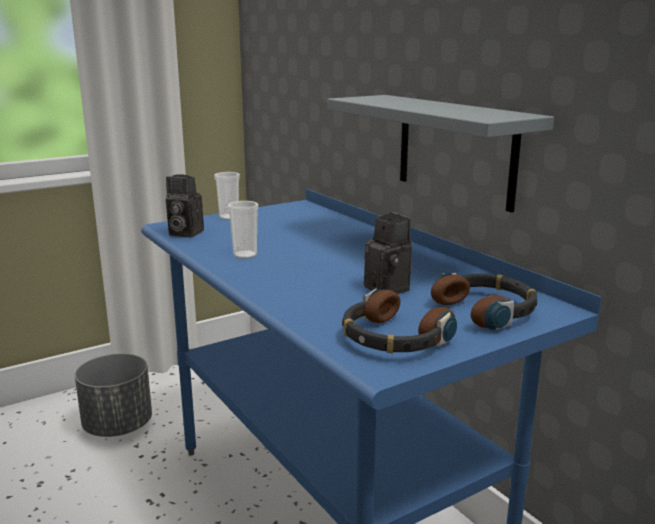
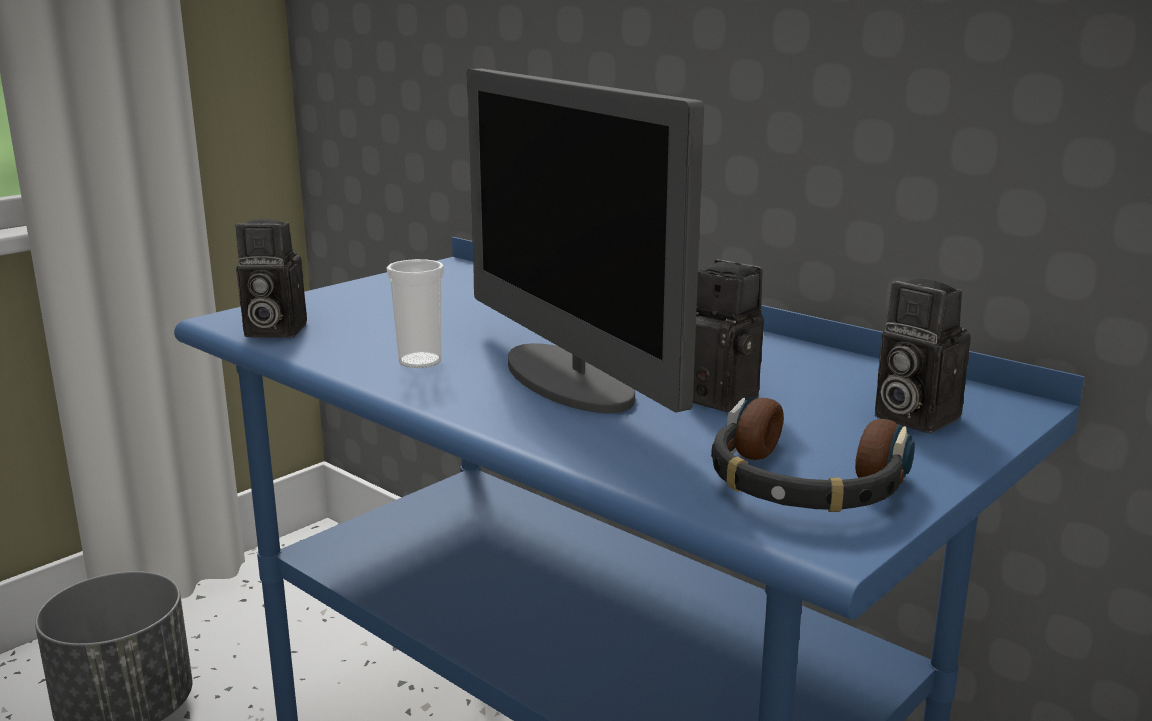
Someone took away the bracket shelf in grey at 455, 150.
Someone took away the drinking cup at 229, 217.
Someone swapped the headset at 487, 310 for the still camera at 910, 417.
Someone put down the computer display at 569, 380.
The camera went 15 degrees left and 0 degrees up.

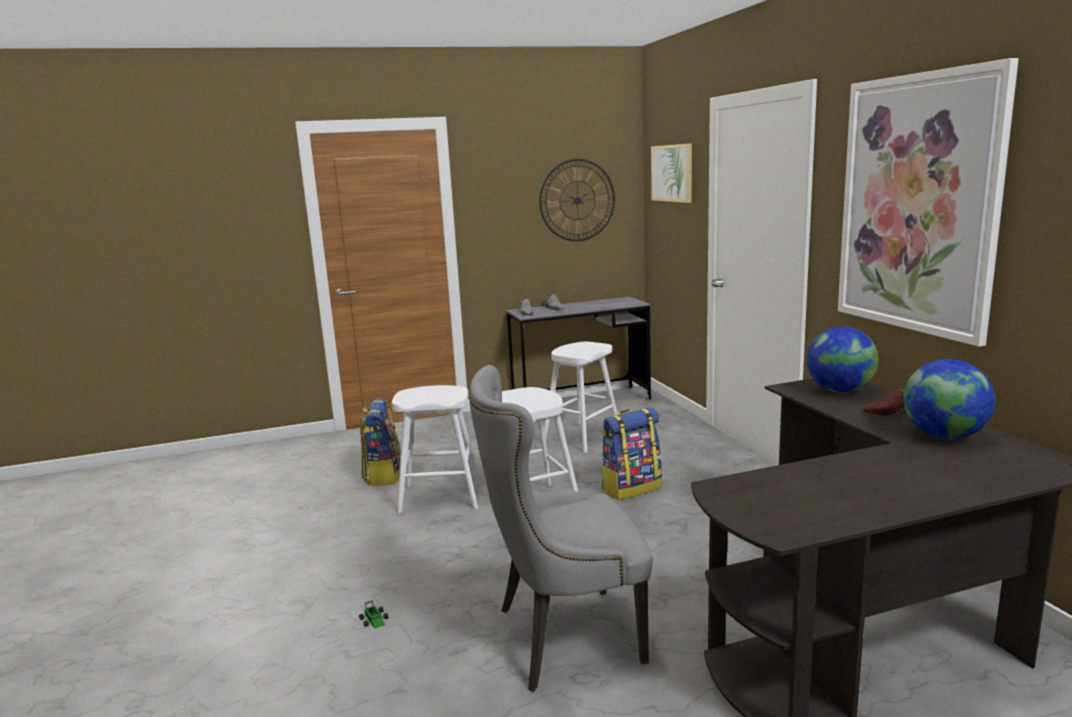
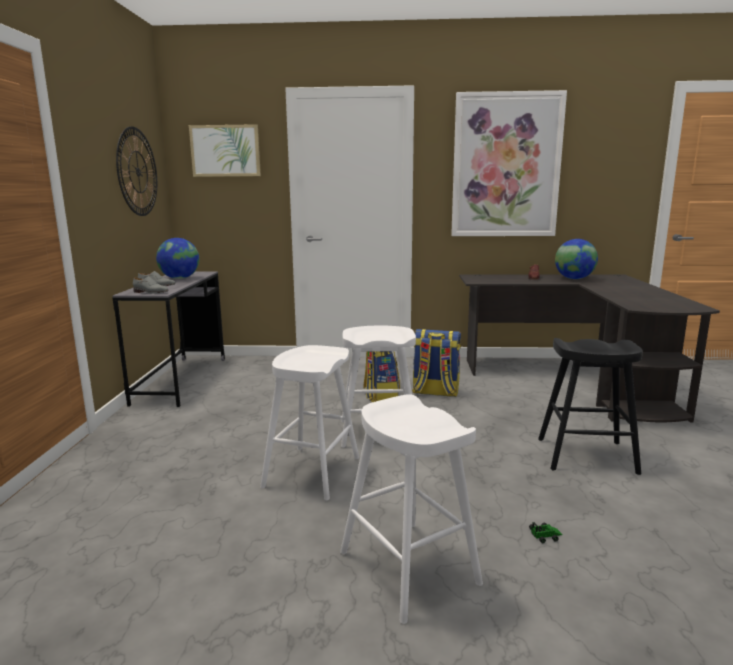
Someone carried the desk globe from 840, 391 to 180, 278.
Someone carried the sitting stool in whitish from 582, 437 to 408, 568.
Someone swapped the chair in grey at 565, 637 for the sitting stool in blackish at 586, 456.
Someone carried the knapsack from 382, 475 to 435, 392.
The camera went 70 degrees left and 0 degrees up.

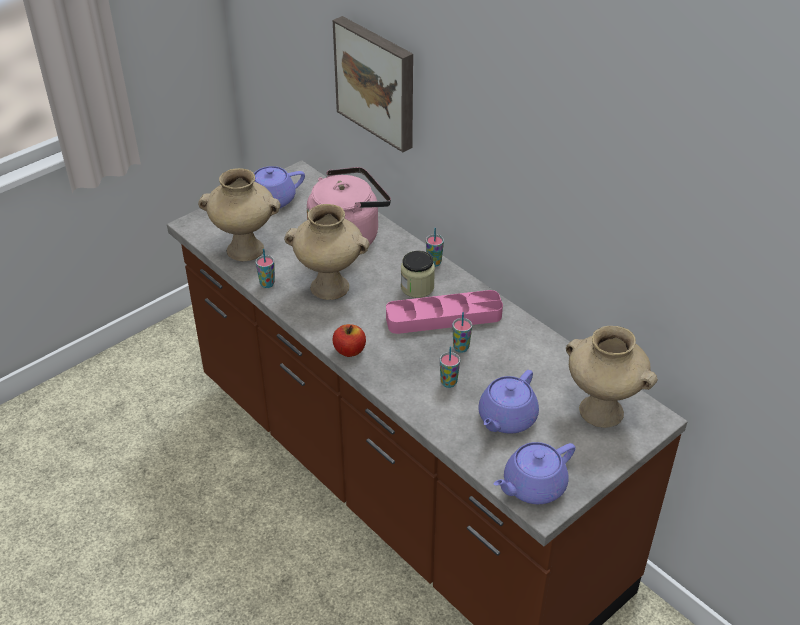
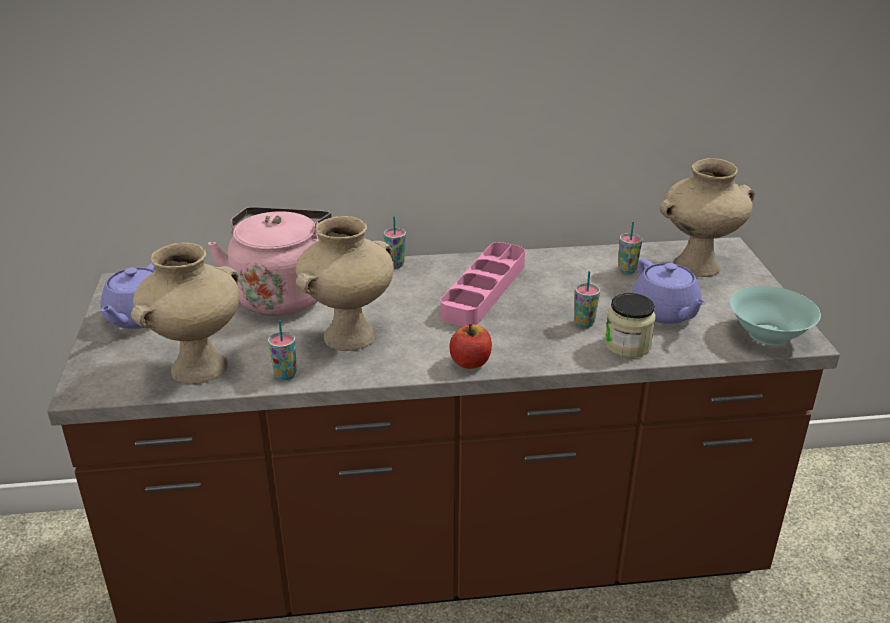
Someone took away the picture at 377, 82.
Someone carried the storage jar from 417, 287 to 627, 345.
Someone carried the drinking cup from 461, 348 to 627, 270.
Someone swapped the teapot in purple-coloured at 532, 486 for the deep dish in blue-green at 769, 334.
The camera went 55 degrees left and 10 degrees down.

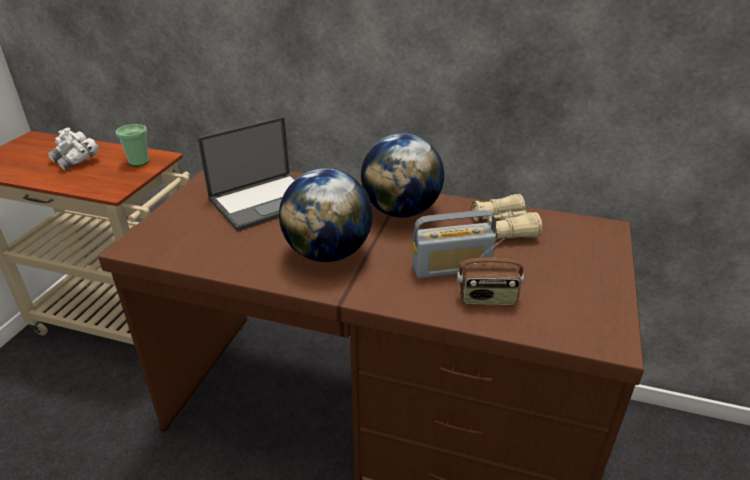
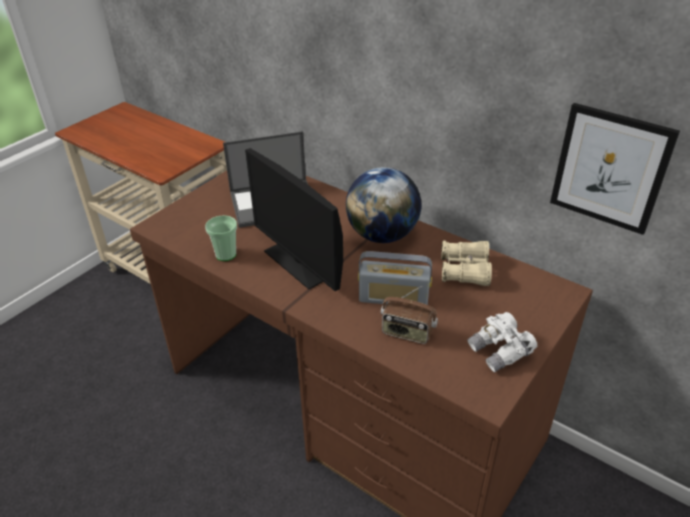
Someone carried the drinking cup from 139, 162 to 226, 254.
Someone carried the binoculars in whitish from 77, 160 to 500, 352.
Someone swapped the desk globe at 328, 253 for the computer display at 299, 262.
Someone put up the picture at 610, 168.
The camera went 20 degrees right and 5 degrees up.

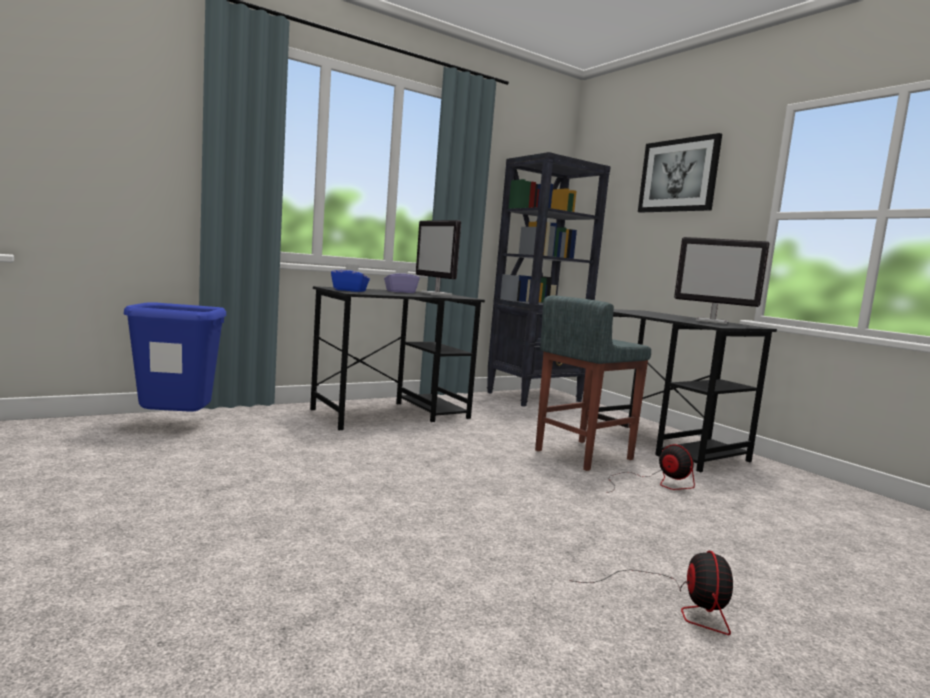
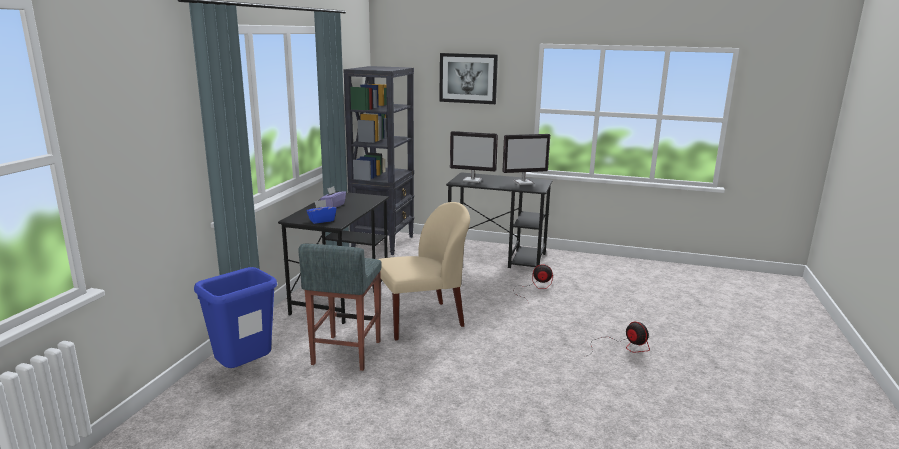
Someone carried the computer display from 436, 294 to 472, 180.
Someone carried the sitting stool in grey from 582, 455 to 346, 353.
Someone put down the chair in beige-coloured at 422, 320.
The camera went 40 degrees left and 10 degrees up.

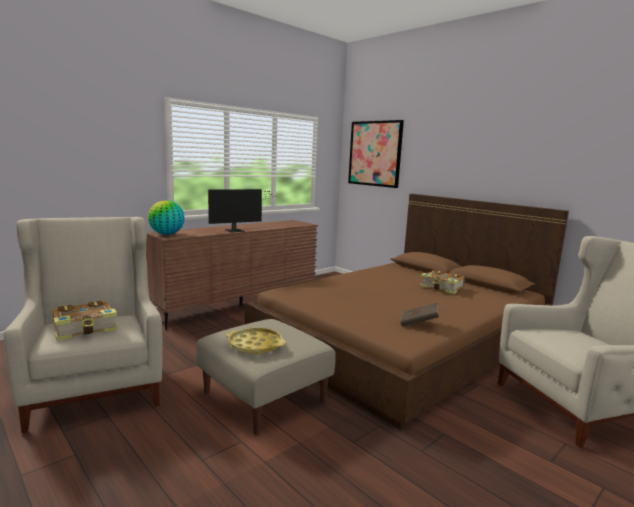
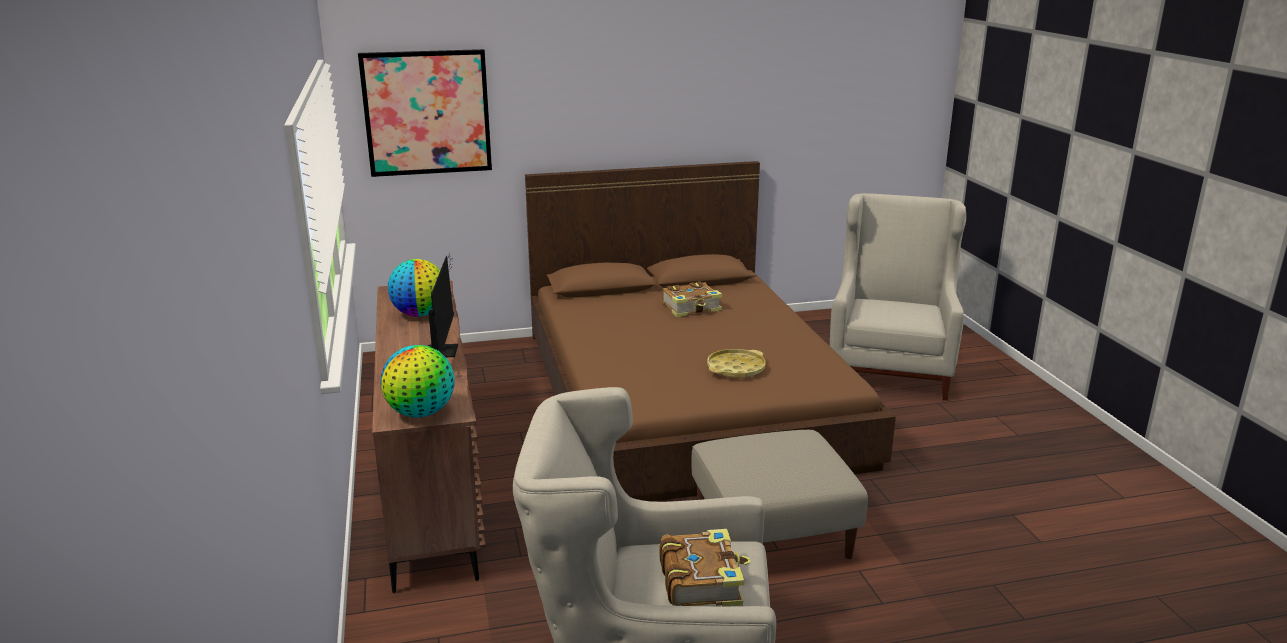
Someone took away the volume in brownish at 419, 324.
Someone carried the tray in yellow-coloured from 255, 345 to 735, 369.
Someone put down the desk globe at 420, 314.
The camera went 60 degrees left and 10 degrees up.

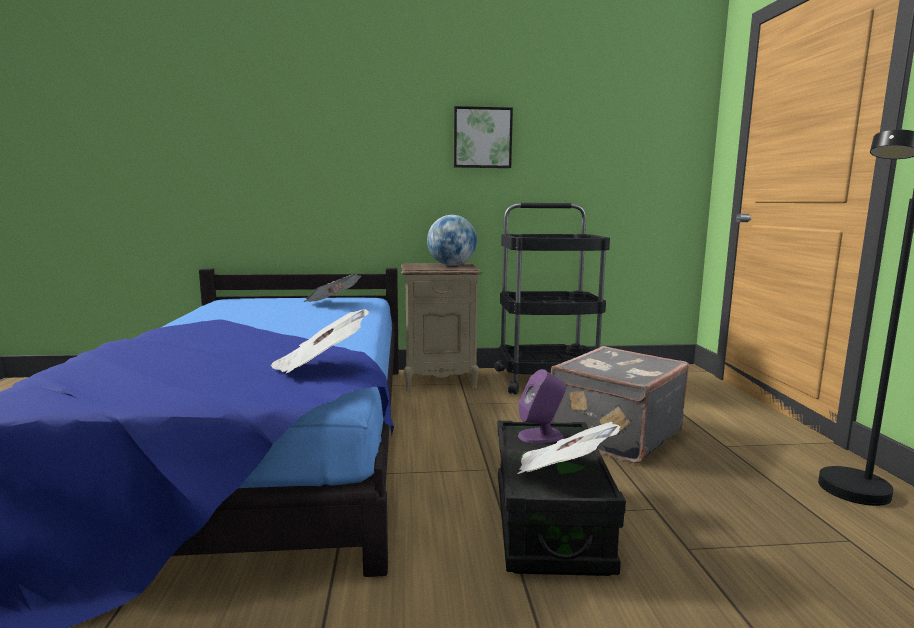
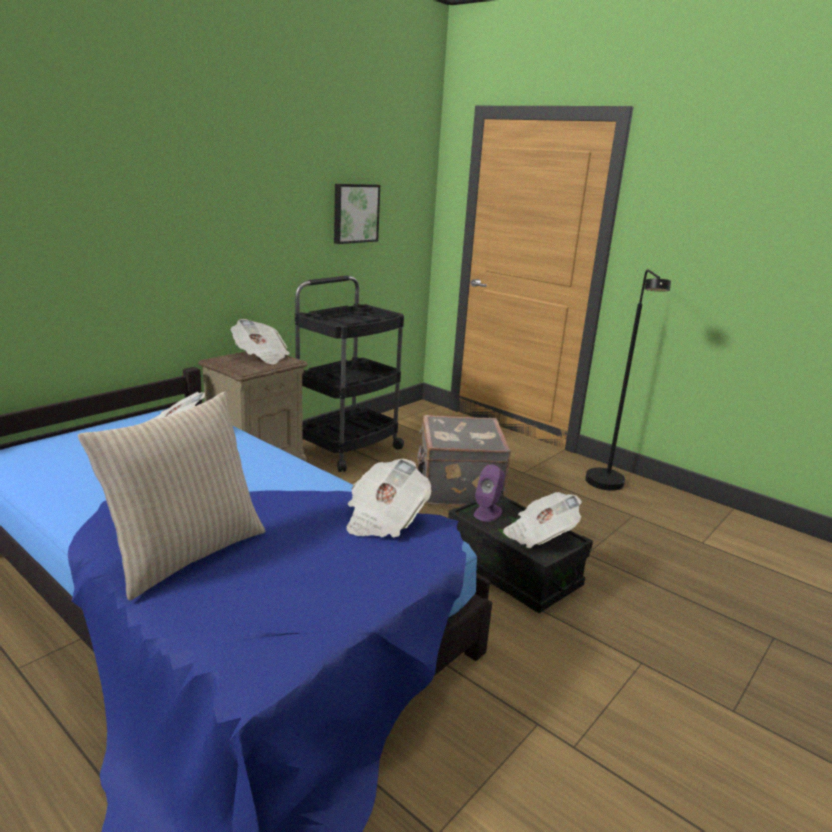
Someone carried the picture from 482, 138 to 355, 213.
Someone swapped the desk globe at 451, 265 for the printed paper at 261, 356.
Someone put down the pillow in beige-coloured at 186, 553.
The camera went 45 degrees left and 10 degrees up.

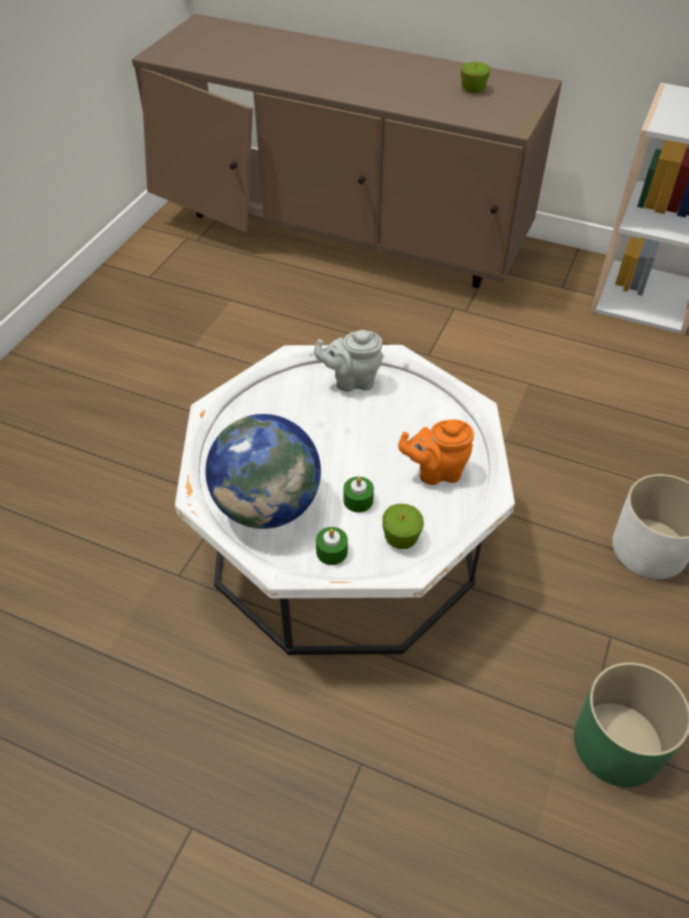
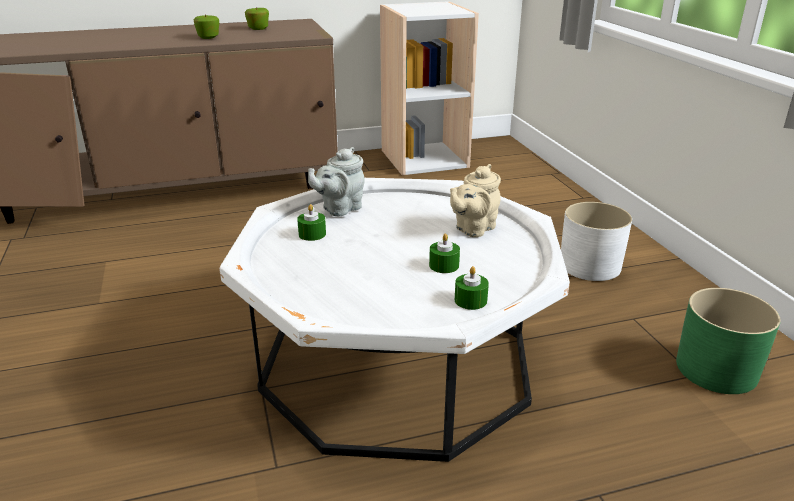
Someone took away the desk globe at 267, 506.
Someone repainted the teapot in orange at 436, 471, which became the teapot in beige-coloured at 473, 229.
Someone carried the whole apple from 401, 537 to 208, 37.
Someone put down the candle in green-coloured at 312, 234.
The camera went 40 degrees left and 20 degrees down.

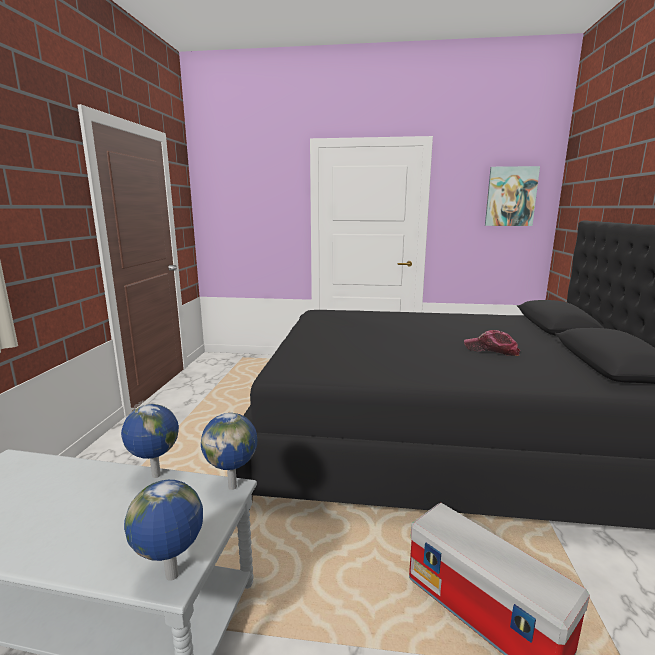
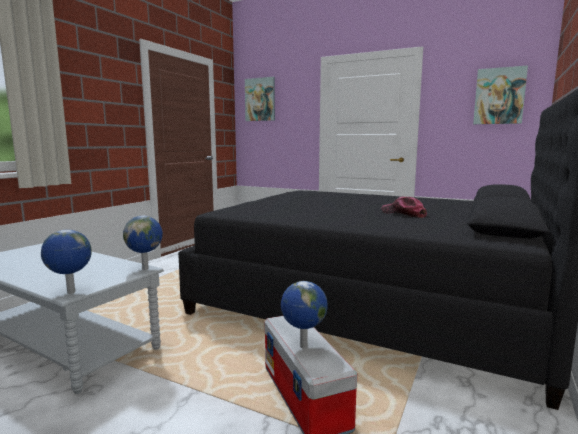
Someone carried the desk globe from 155, 475 to 302, 346.
Someone put up the picture at 260, 99.
The camera went 20 degrees right and 5 degrees down.

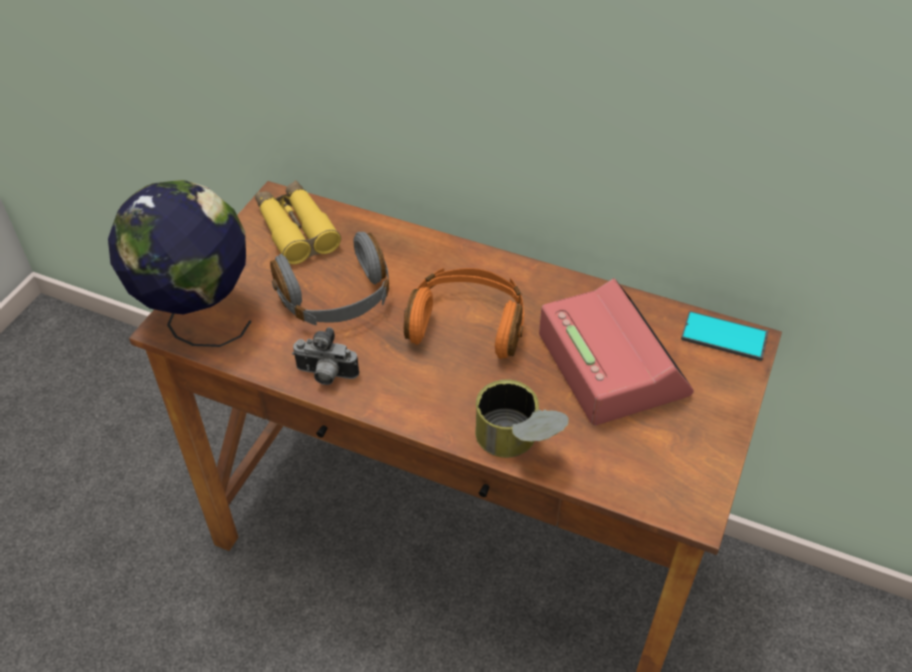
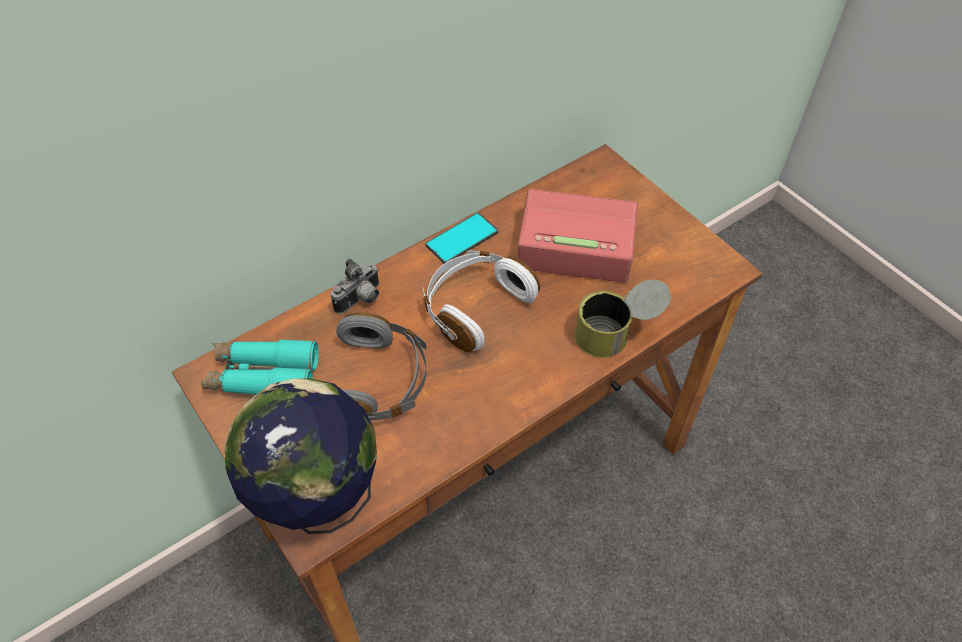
Someone repainted the binoculars in yellow-coloured at 296, 229, which became the binoculars in blue-green at 263, 376.
Someone repainted the headset in orange at 467, 324, which became the headset in whitish at 475, 307.
Someone carried the phone from 724, 336 to 462, 239.
Someone carried the still camera from 325, 376 to 361, 300.
The camera went 60 degrees left and 5 degrees up.

